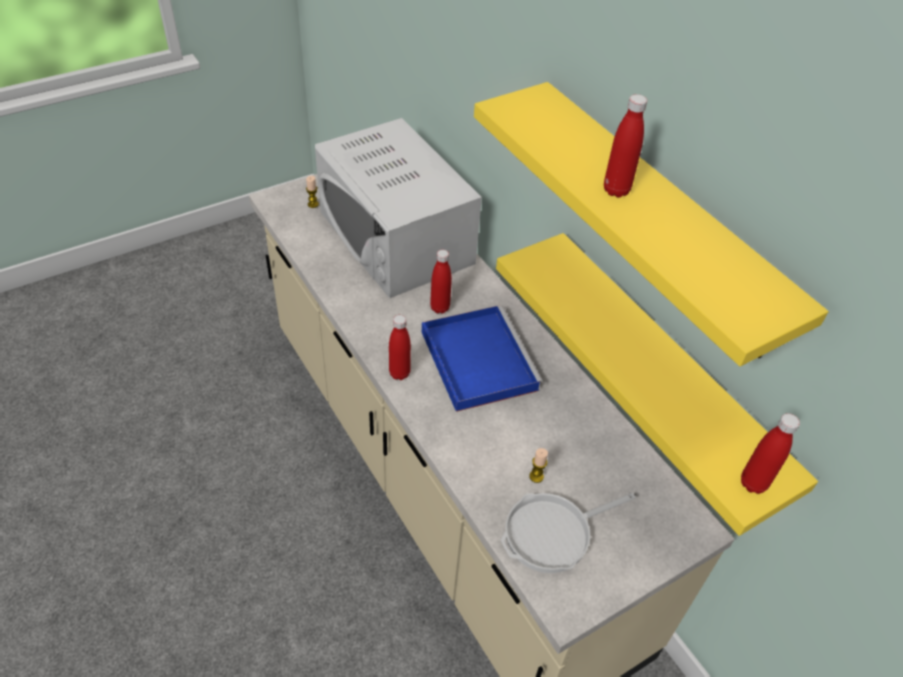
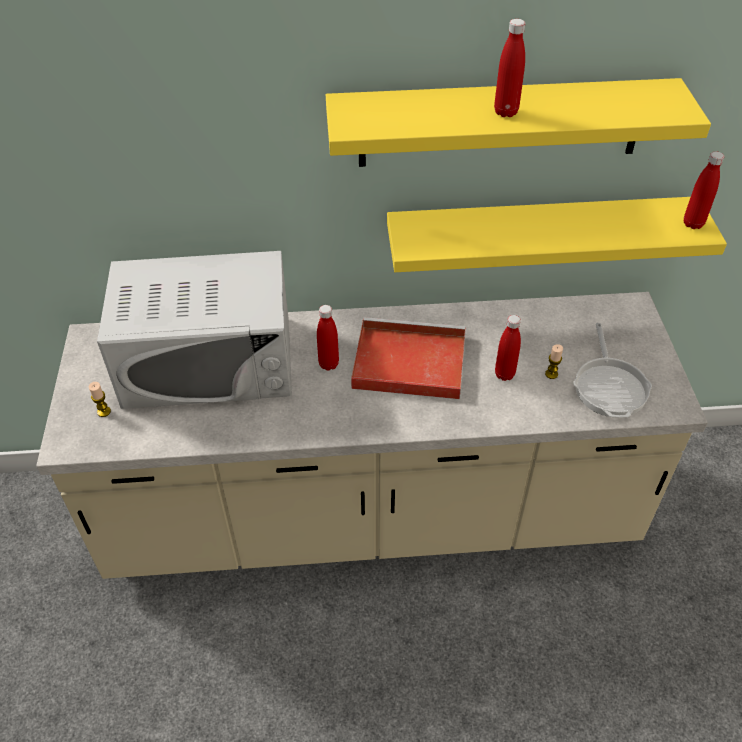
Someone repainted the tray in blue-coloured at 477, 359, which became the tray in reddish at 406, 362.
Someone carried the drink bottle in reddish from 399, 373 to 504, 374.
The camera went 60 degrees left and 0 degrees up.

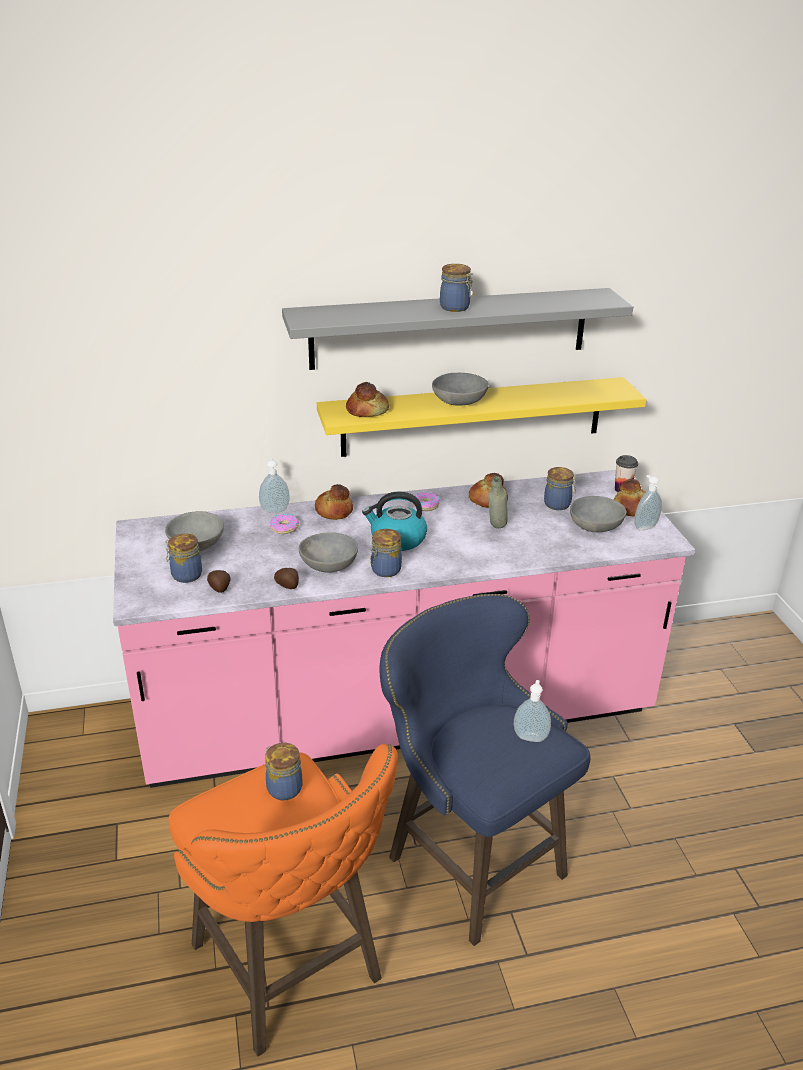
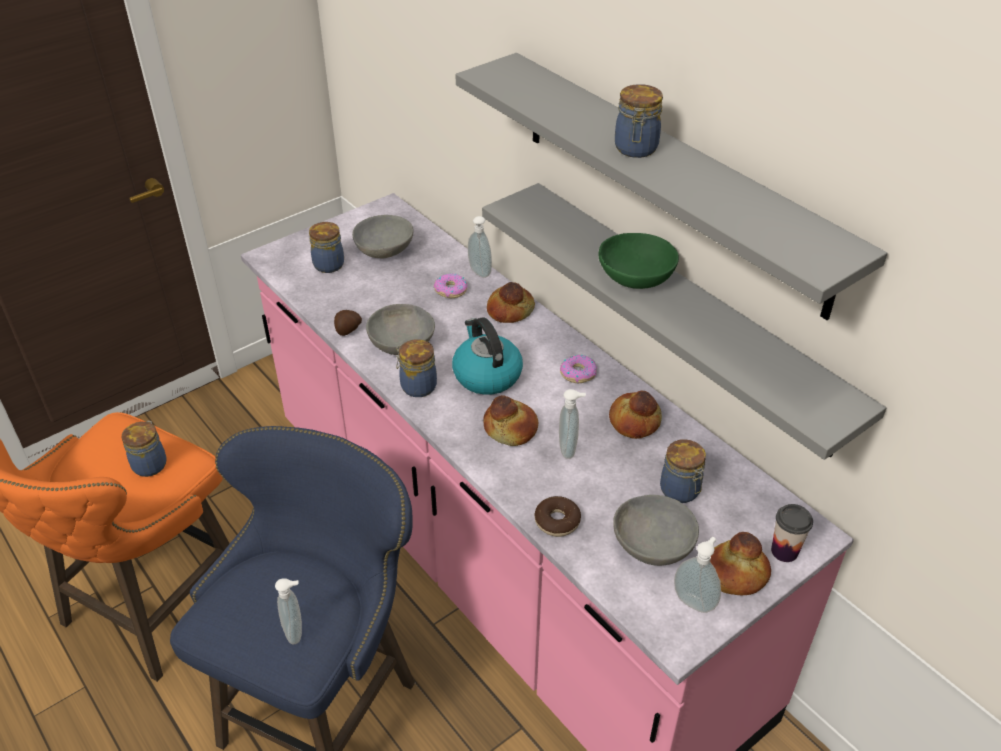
Someone repainted the deep dish in grey at 459, 401, which became the deep dish in green-coloured at 636, 277.
Someone repainted the bracket shelf in yellow-coloured at 473, 416, which became the bracket shelf in grey at 683, 314.
Someone carried the baked bread from 367, 410 to 511, 428.
Someone swapped the drink bottle in grey at 496, 529 for the soap dispenser at 569, 449.
Someone took away the spud at 219, 588.
Someone put down the donut at 557, 521.
The camera went 65 degrees right and 10 degrees up.

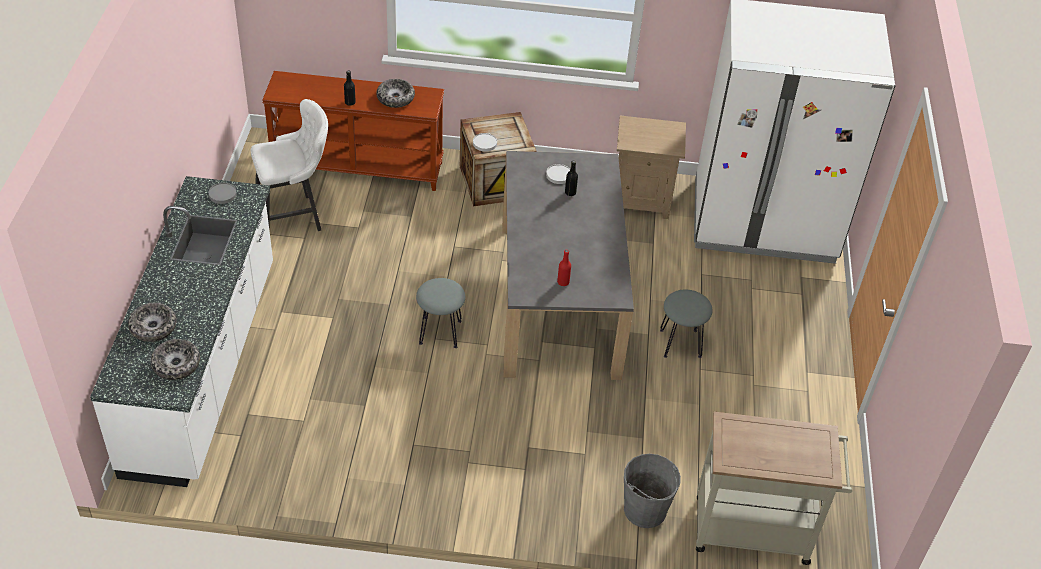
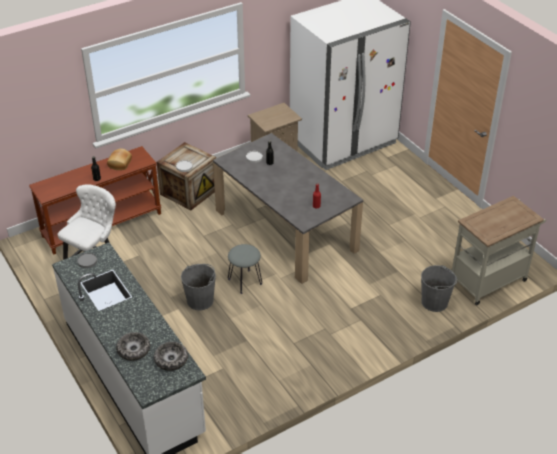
Someone swapped the deep dish at 395, 98 for the baked bread at 120, 164.
Someone took away the sitting stool in grey at 680, 343.
Someone put down the water bucket in grey at 200, 300.
The camera went 35 degrees left and 5 degrees down.

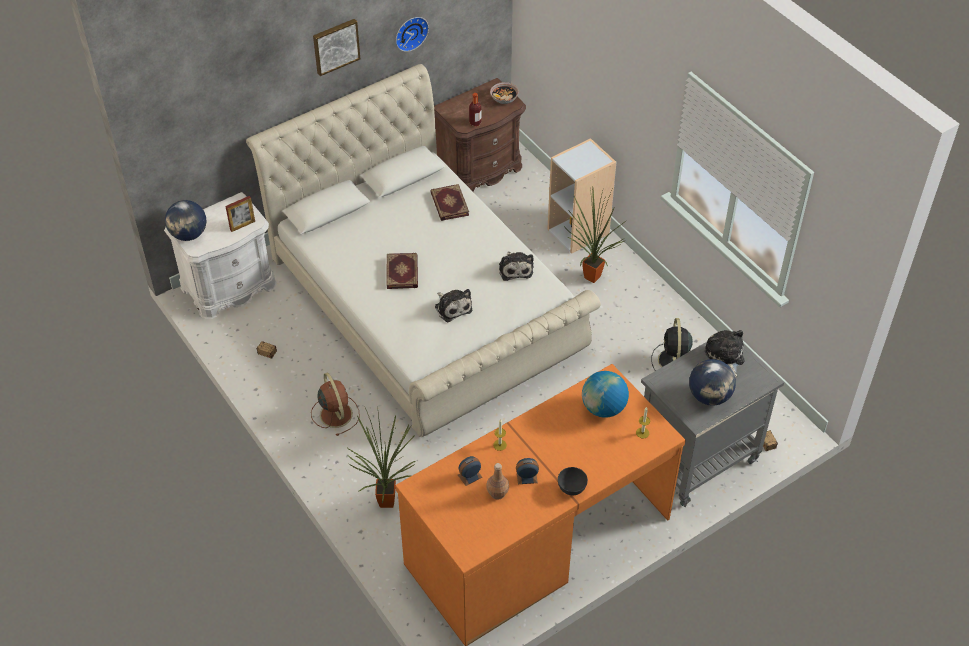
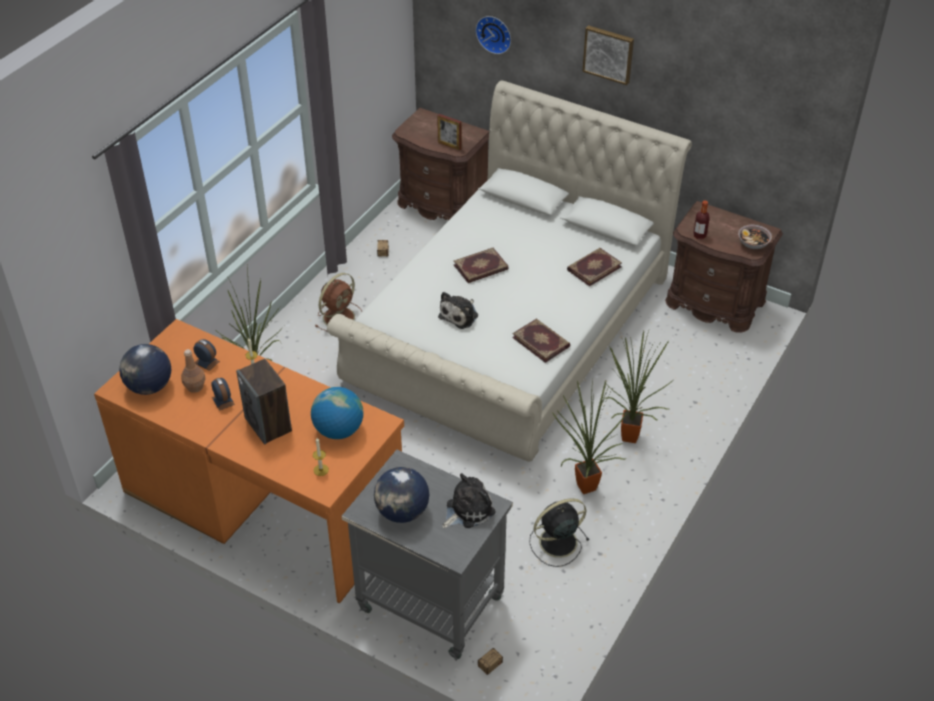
Someone carried the clock on the wall from 410, 32 to 495, 33.
Someone took away the bookcase at 579, 231.
Someone repainted the bedside table in whitish at 231, 288, which became the bedside table in brownish at 441, 205.
Someone carried the desk globe from 189, 234 to 149, 387.
Someone swapped the soft toy at 515, 268 for the volume at 541, 341.
Someone took away the deep dish in grey at 571, 488.
Someone put down the loudspeaker at 268, 425.
Someone put down the plant in a pot at 582, 488.
The camera went 65 degrees right and 5 degrees down.

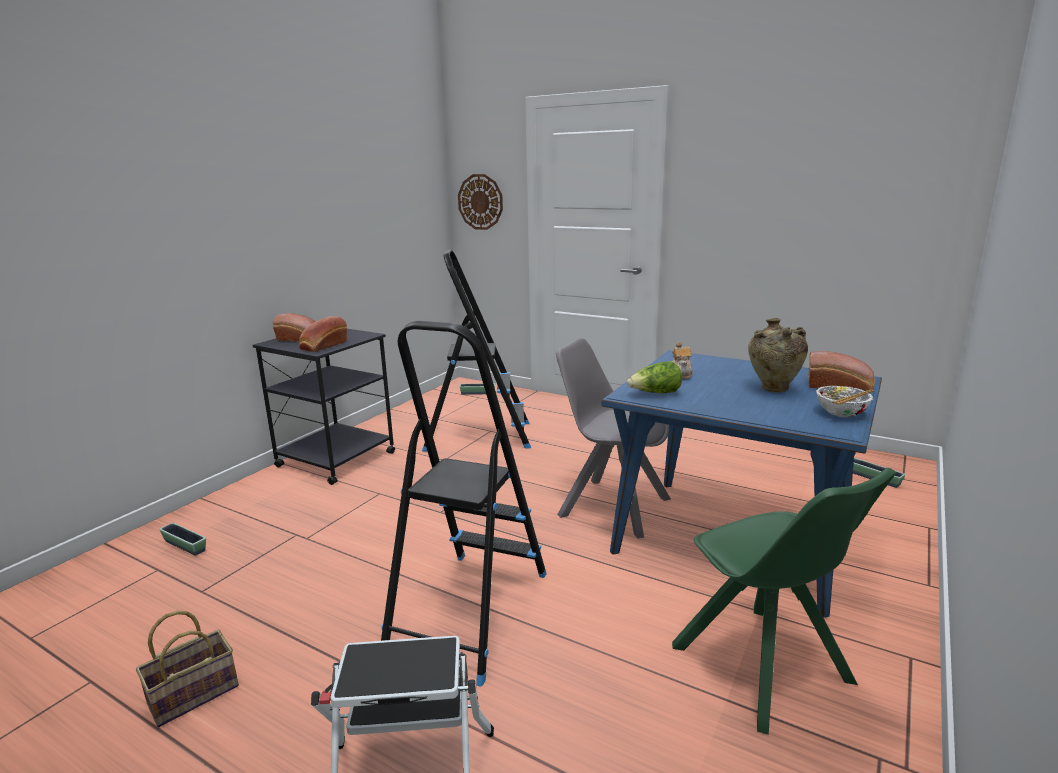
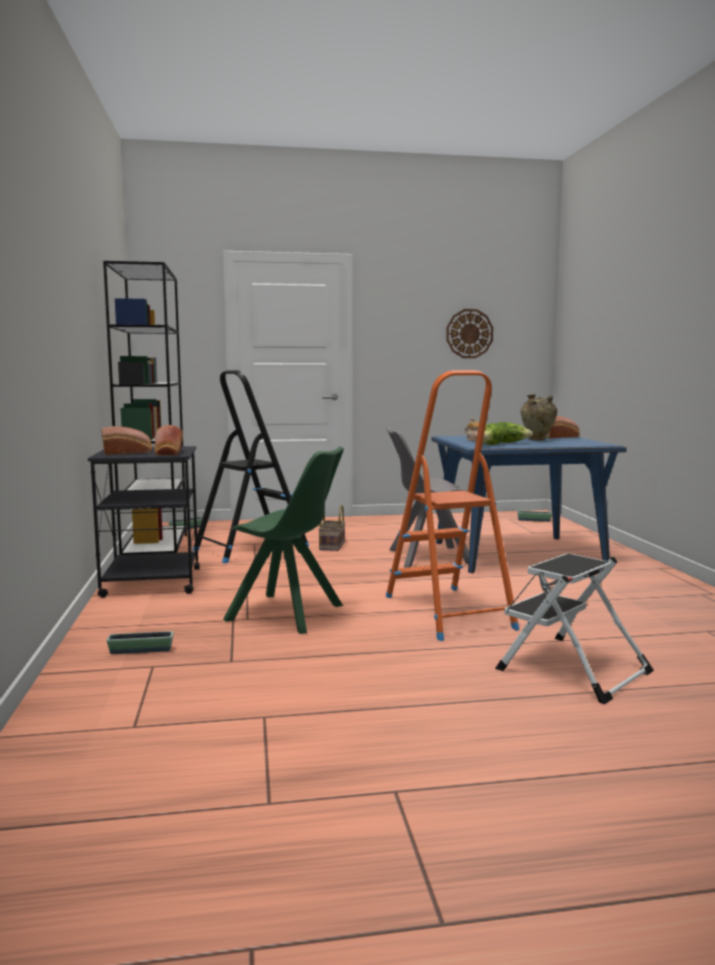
Someone carried the clock on the wall from 480, 202 to 469, 333.
Someone repainted the stepladder in blackish at 471, 610, which became the stepladder in orange at 447, 611.
Someone took away the deep dish at 841, 414.
Someone carried the chair in green-coloured from 763, 667 to 287, 614.
Someone carried the storage basket from 195, 693 to 331, 545.
Someone put down the bookcase in whitish at 155, 549.
Someone put down the lettuce at 511, 443.
The camera went 40 degrees left and 10 degrees down.

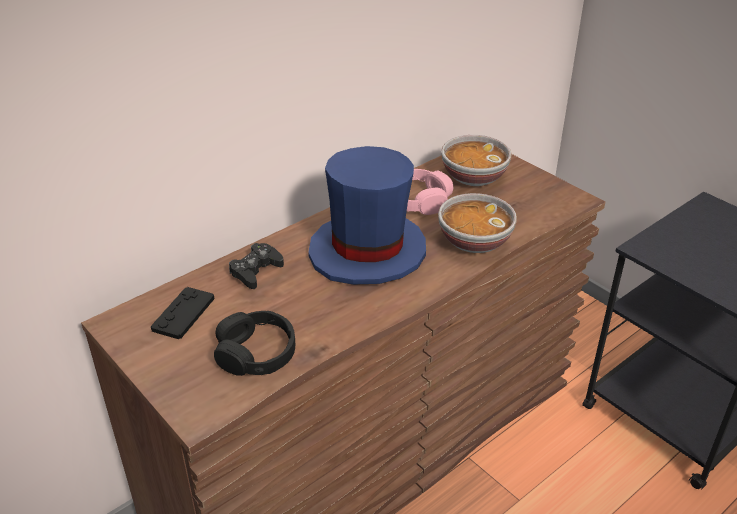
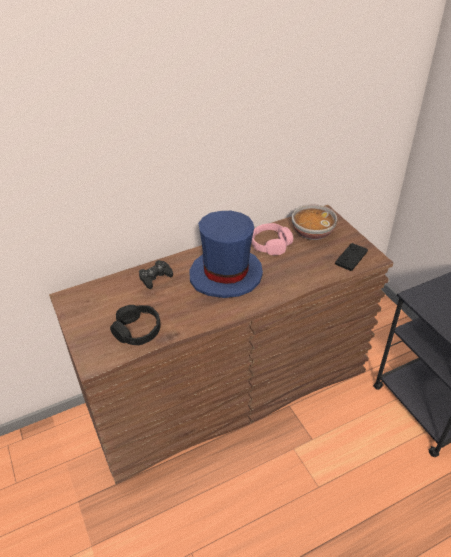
Someone took away the deep dish at 473, 241.
Someone carried the game controller in blackish from 183, 314 to 351, 257.
The camera went 15 degrees right and 5 degrees up.

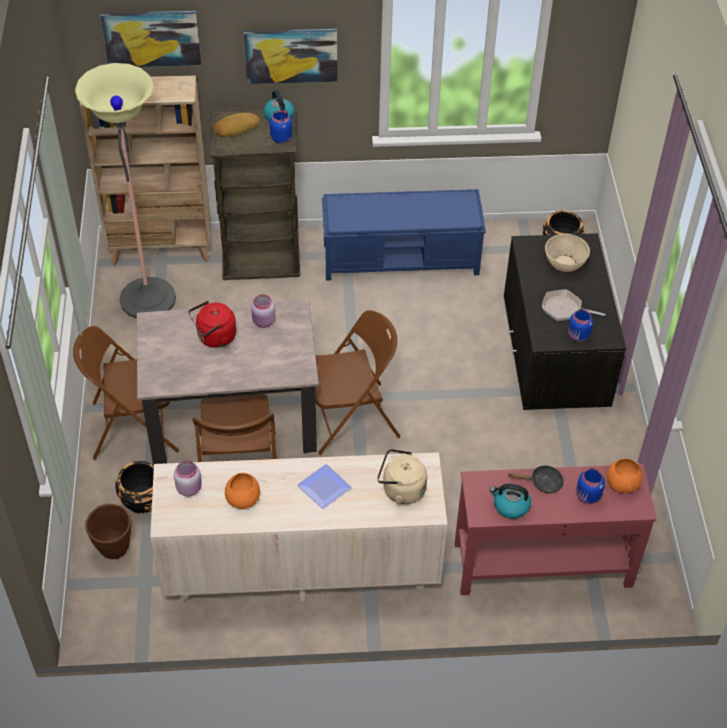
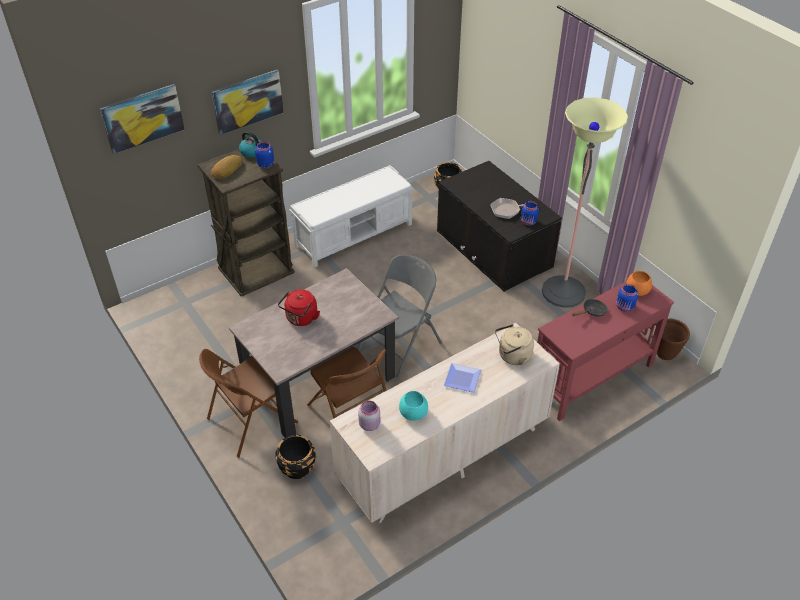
Someone carried the standard lamp from 148, 299 to 563, 292.
Someone took away the bookcase in beige-coloured at 161, 249.
Someone repainted the bench in blue-coloured at 402, 259, which became the bench in whitish at 354, 234.
Someone took away the deep dish in beige-coloured at 565, 263.
Someone took away the storage jar in pink at 264, 322.
Someone repainted the chair in brownish at 350, 418, which became the chair in grey at 400, 345.
Someone repainted the deep dish in orange at 243, 498, which became the deep dish in blue-green at 413, 412.
Someone took away the kettle at 510, 506.
Someone carried the planter in brownish from 114, 549 to 665, 354.
The camera went 30 degrees left and 5 degrees down.

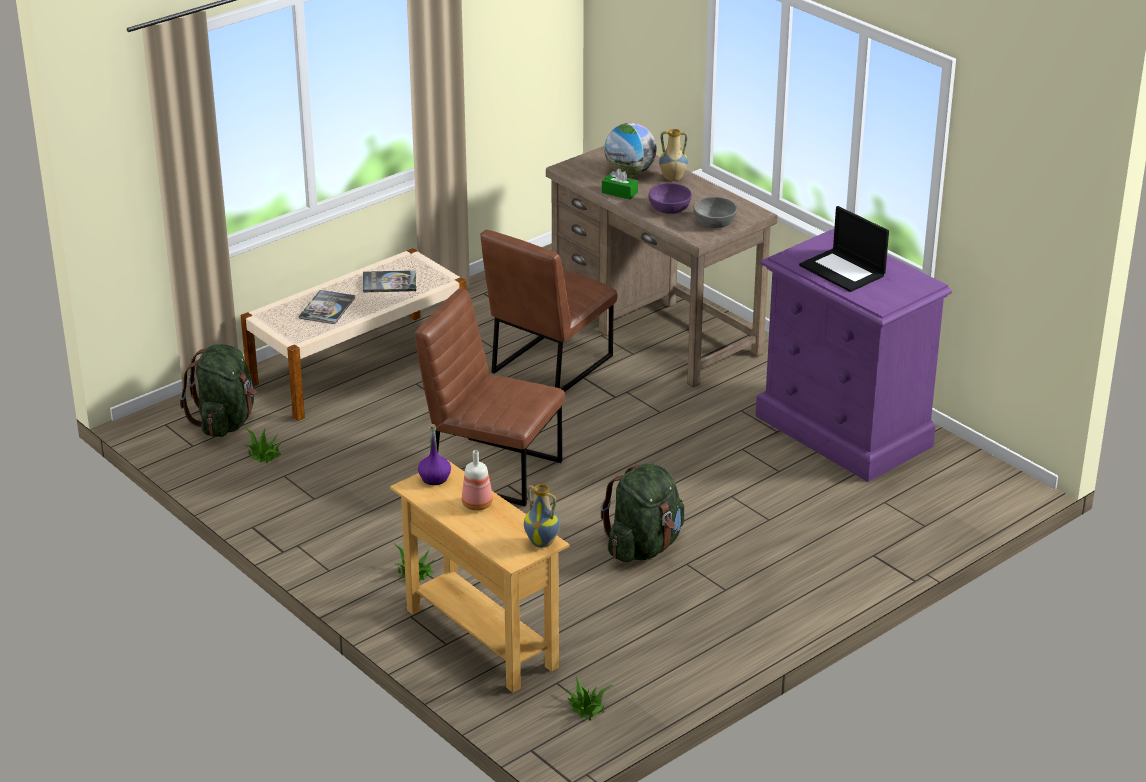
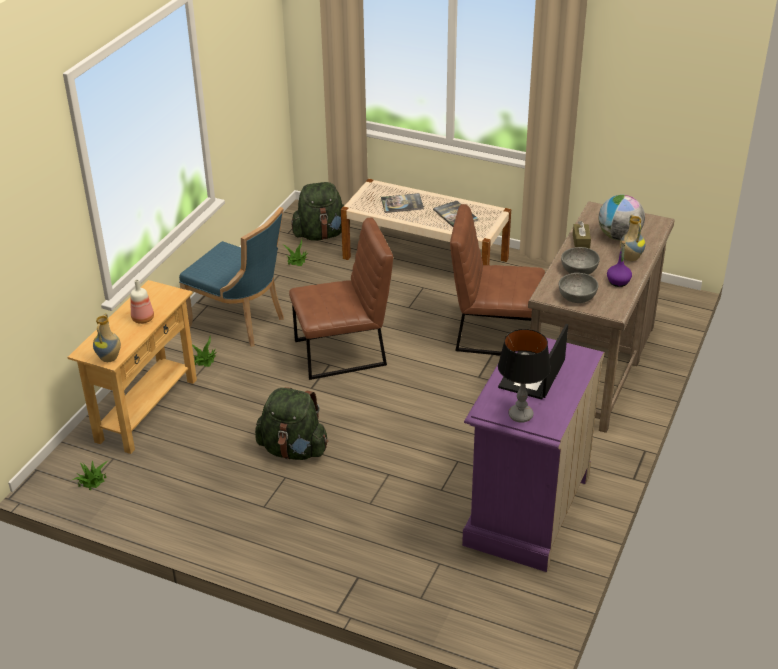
Someone repainted the box of tissues in green-coloured at 619, 192, which became the box of tissues in brownish at 581, 241.
Someone repainted the deep dish in purple-coloured at 669, 208, which became the deep dish in grey at 579, 270.
Someone rotated the chair in brownish at 493, 469 by 75 degrees clockwise.
Someone carried the drink bottle in purple-coloured from 435, 478 to 618, 281.
Someone put down the chair in blue-coloured at 240, 322.
Someone put down the lamp for a table at 520, 415.
The camera went 65 degrees right and 5 degrees up.

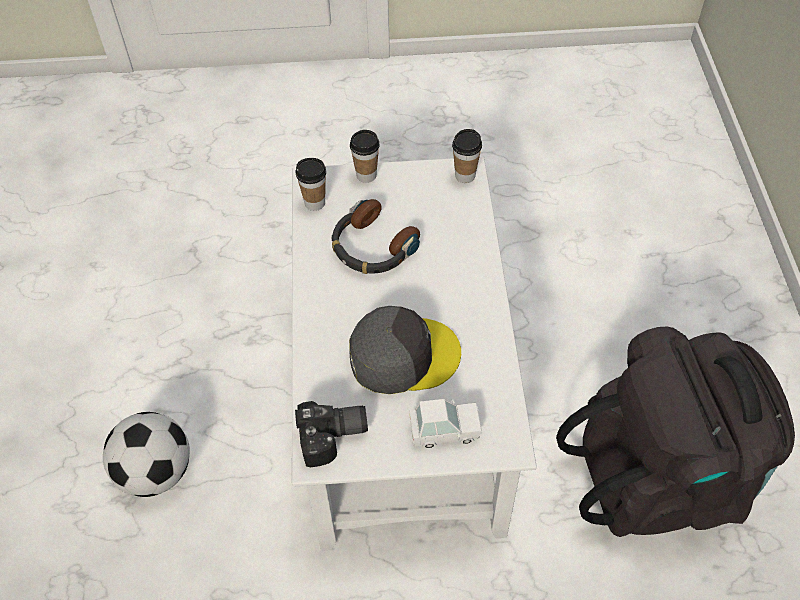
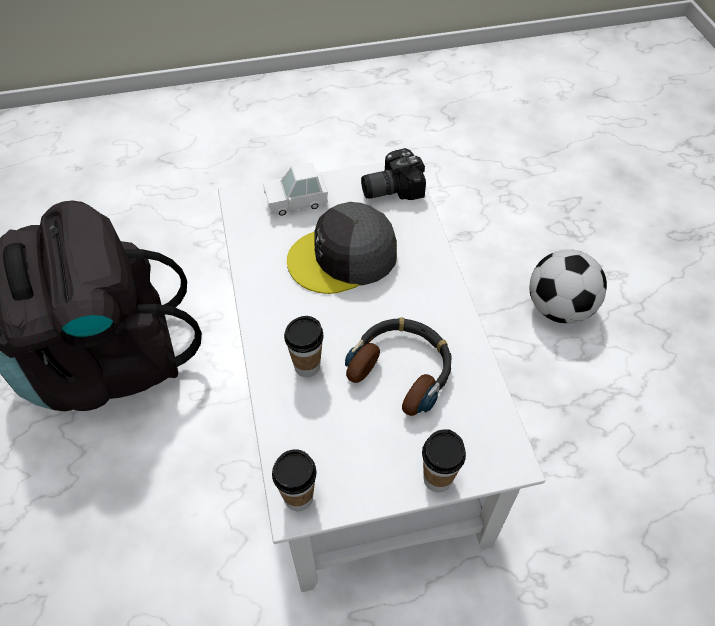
Someone carried the drinking cup from 315, 203 to 307, 366.
The camera went 170 degrees right and 0 degrees up.

